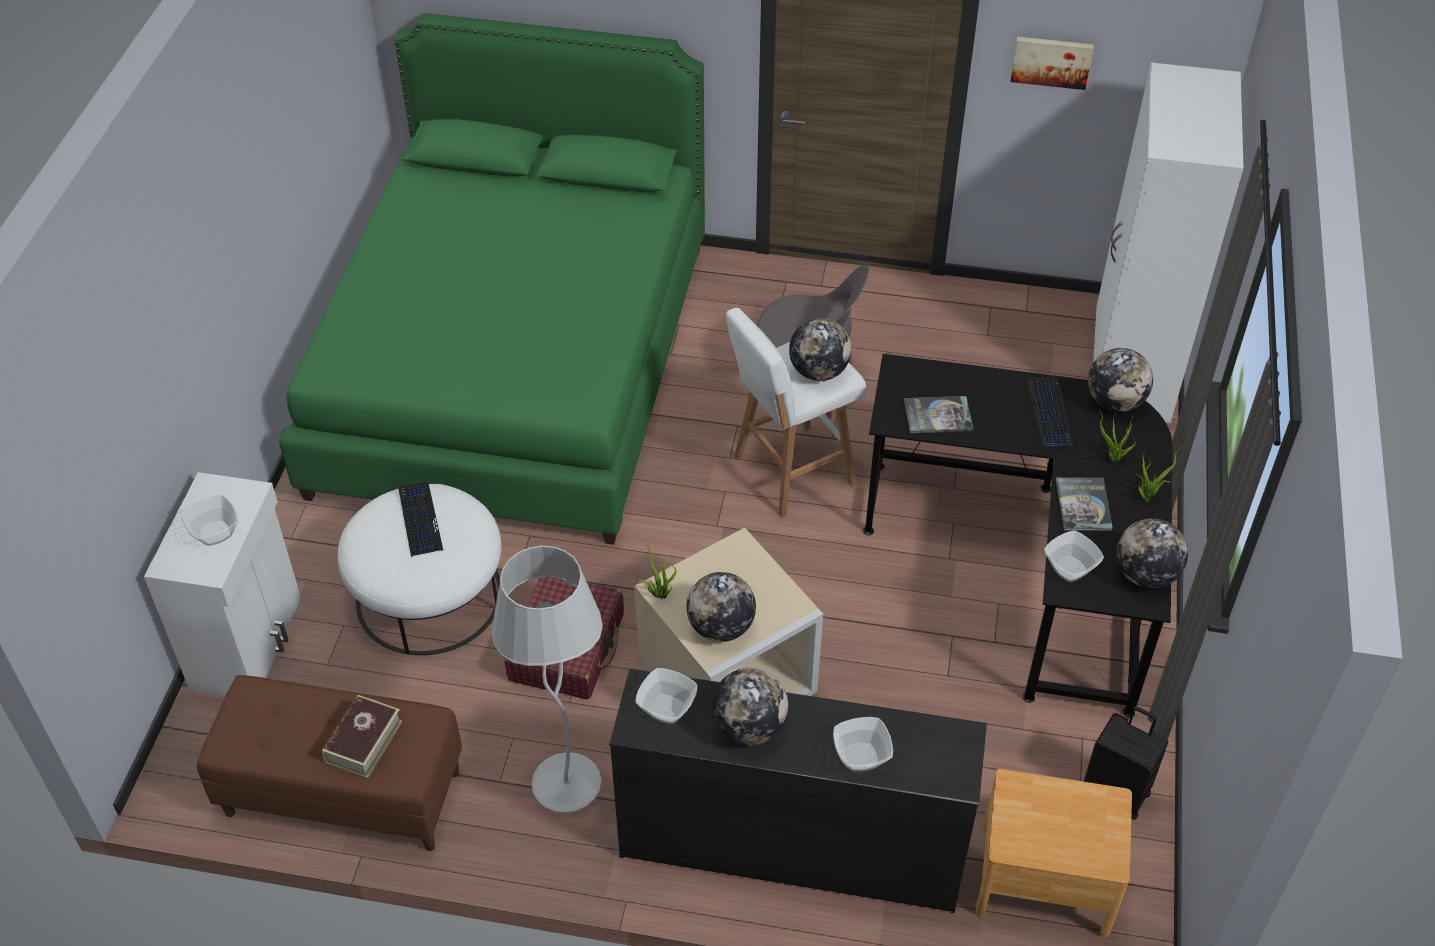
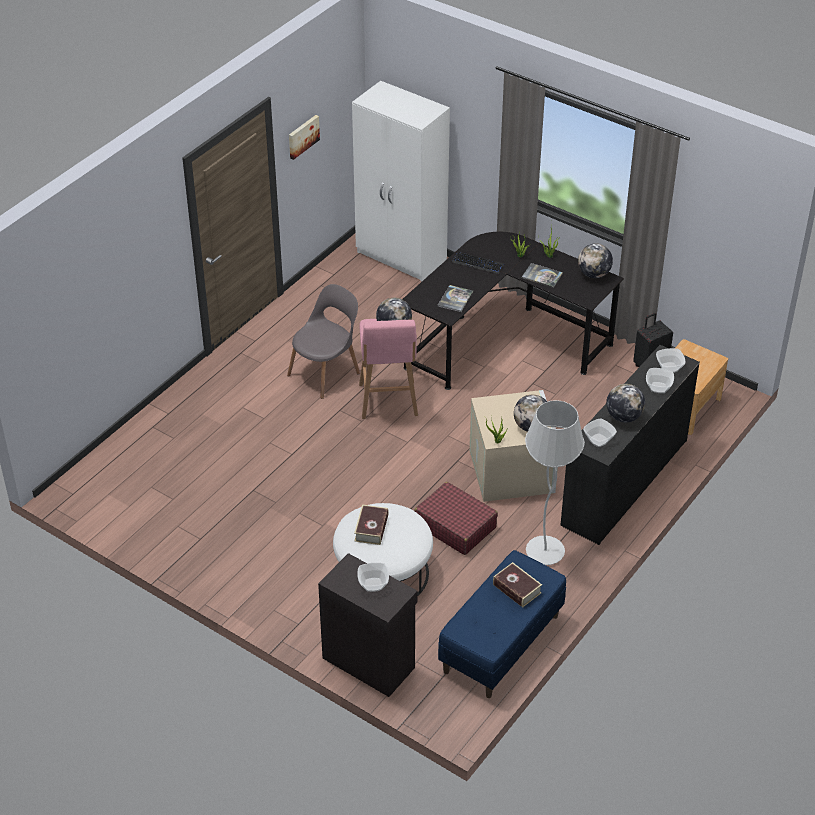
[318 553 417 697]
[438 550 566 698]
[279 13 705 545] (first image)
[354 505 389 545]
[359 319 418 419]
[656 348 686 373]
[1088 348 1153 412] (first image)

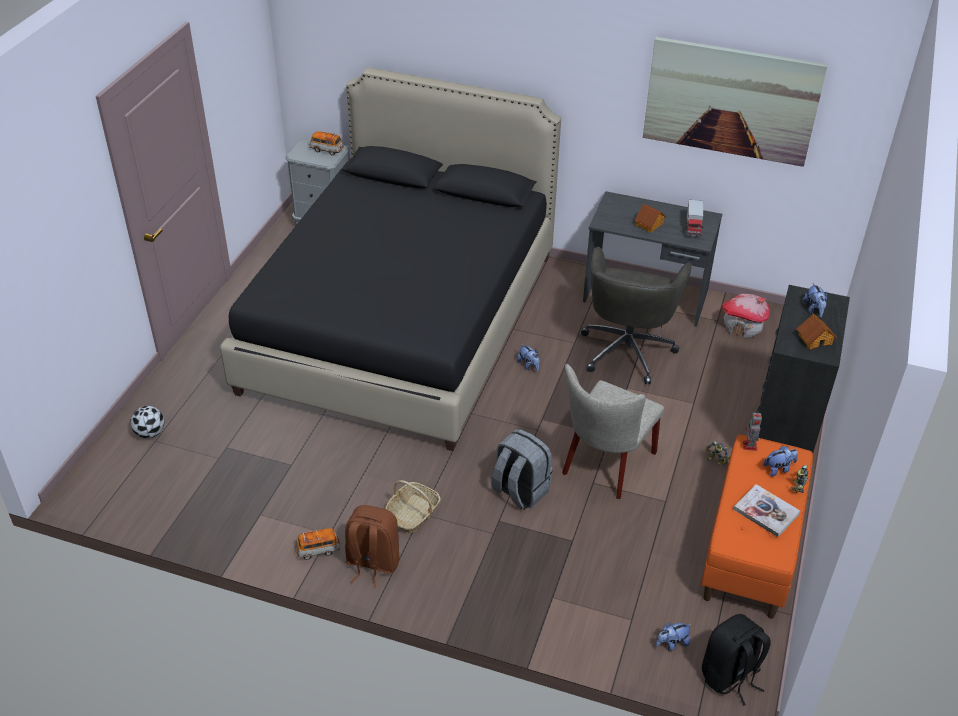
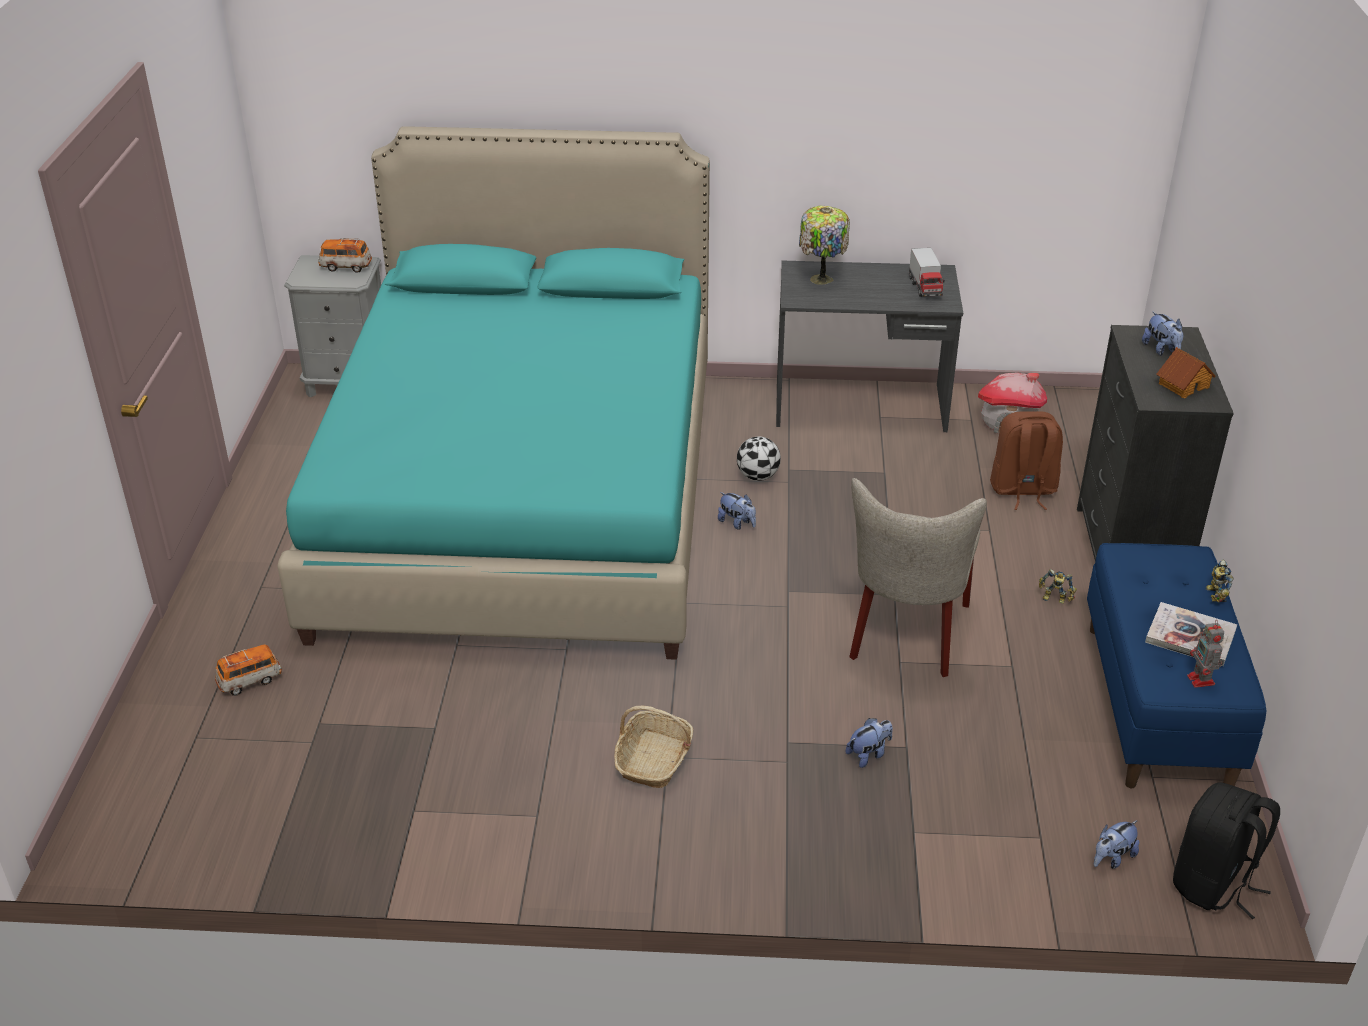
[737 436 781 481]
[277 126 710 660]
[215 644 282 696]
[990 411 1063 510]
[491 429 552 510] (first image)
[581 247 692 384] (first image)
[634 203 666 233] (first image)
[643 37 828 167] (first image)
[1087 543 1266 788]
[1187 620 1224 688]
[846 718 893 768]
[799 206 850 285]

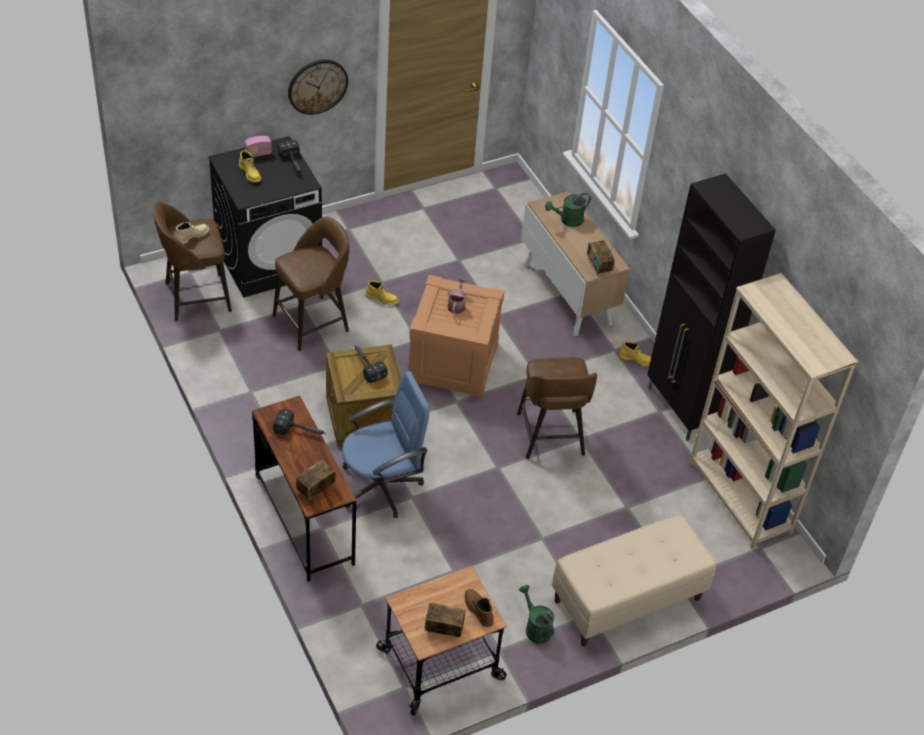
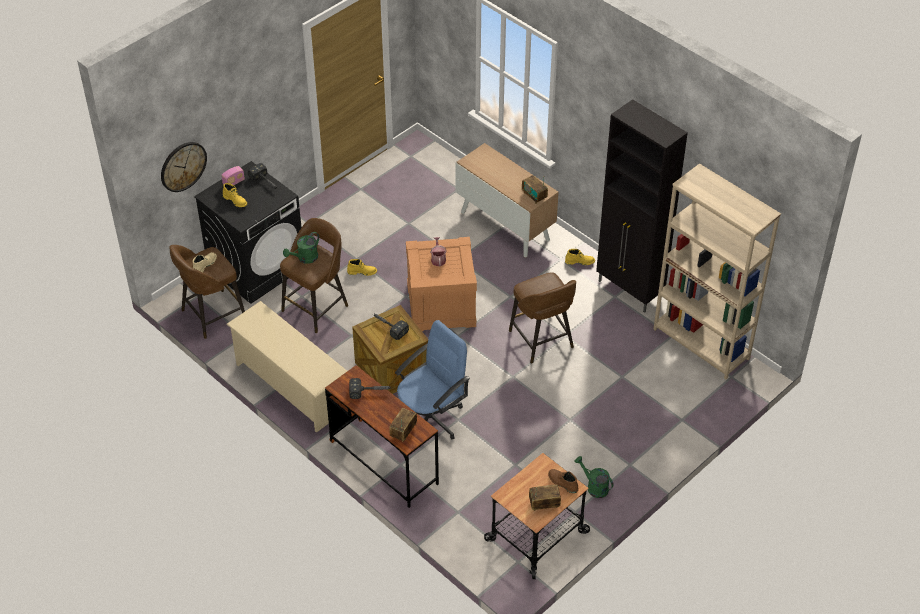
[161 142 207 192]
[283 232 319 264]
[552 514 716 646] (first image)
[227 301 347 433]

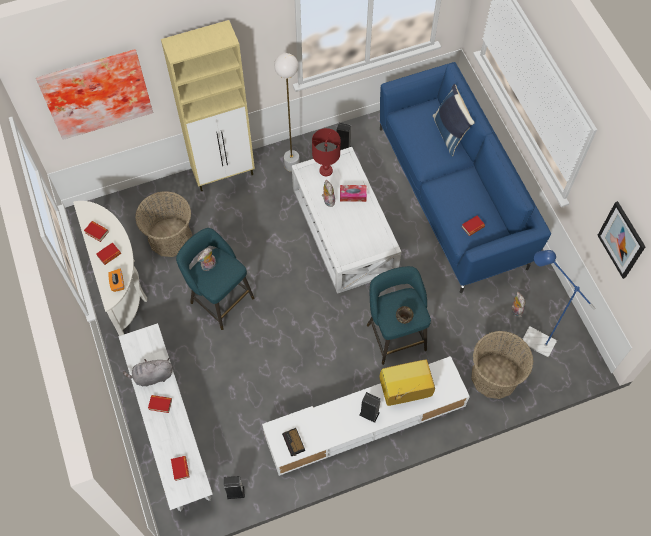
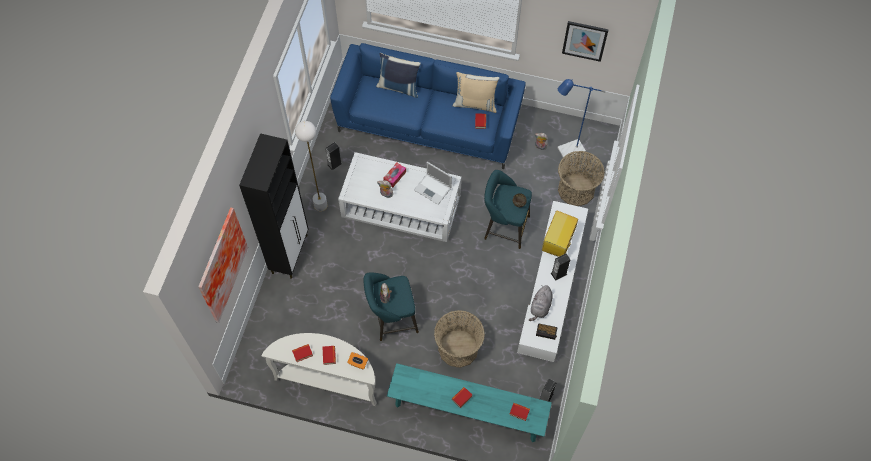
[387 363 552 442]
[529 285 553 321]
[434 310 485 368]
[239 133 308 279]
[312 128 341 176] (first image)
[414 162 452 205]
[453 72 499 113]

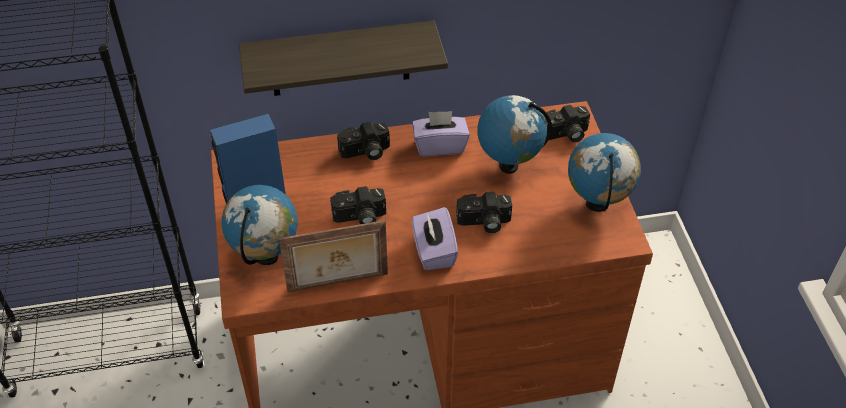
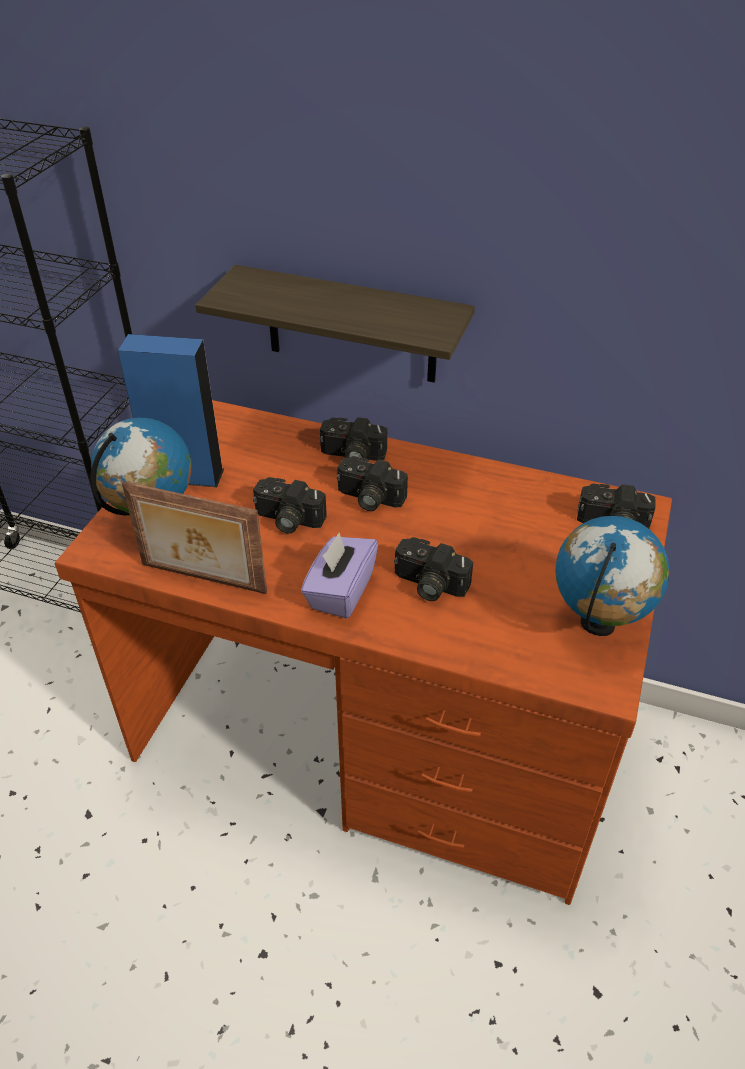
[412 111 470 156] (first image)
[477 95 552 174] (first image)
[337 456 408 511]

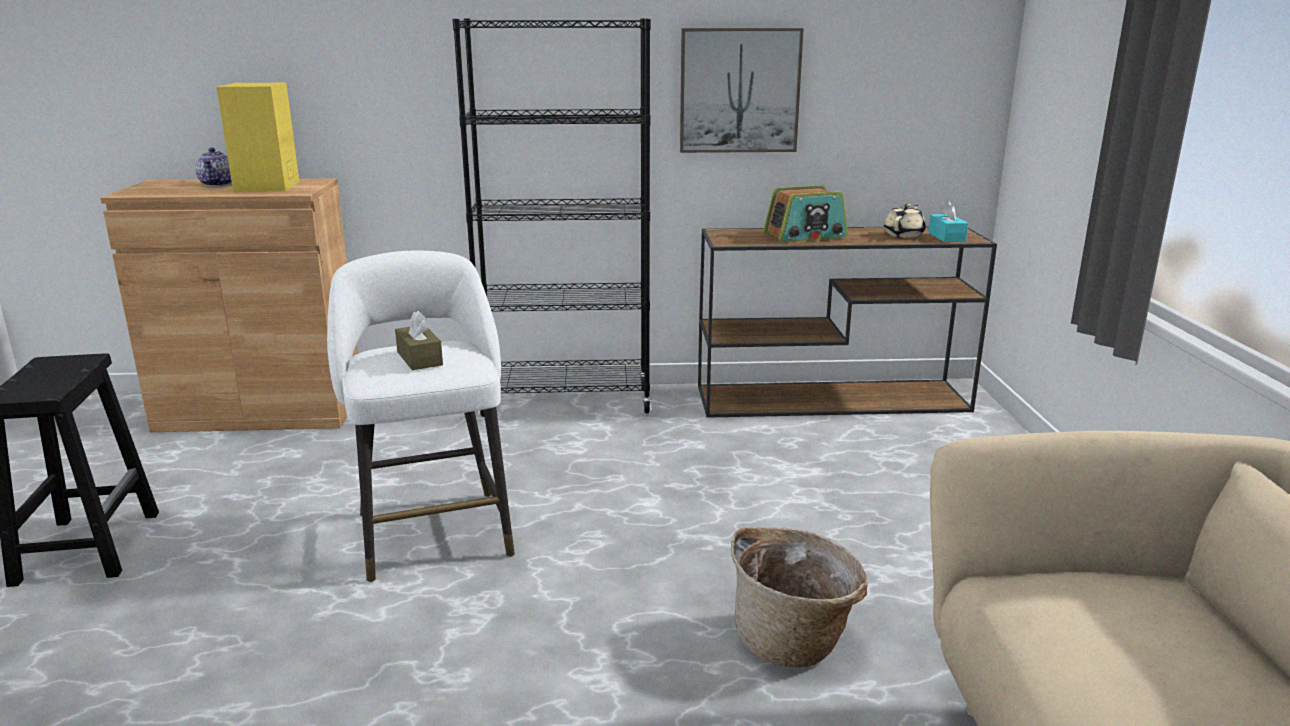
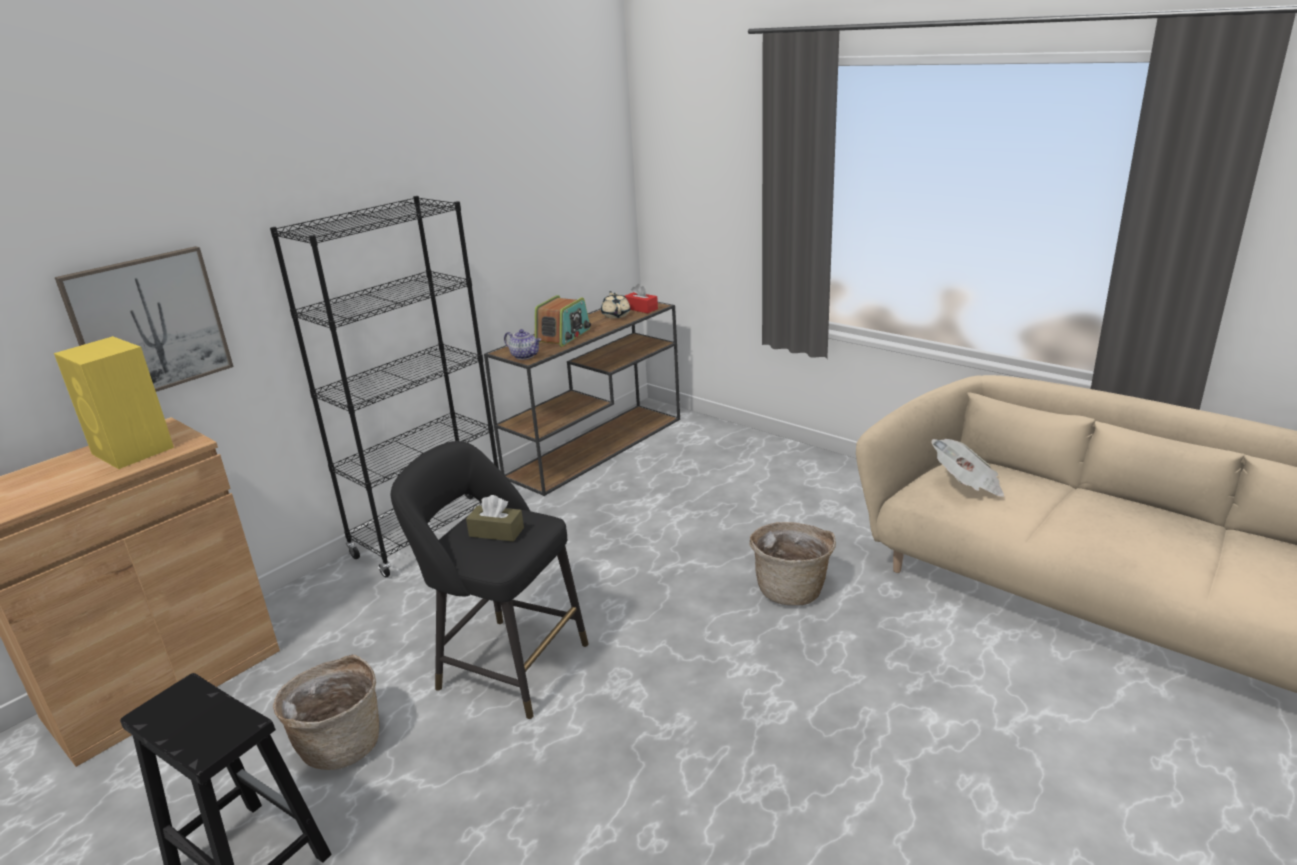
[504 329 541 360]
[391 441 589 719]
[55 246 233 392]
[625 284 658 313]
[273 655 379 770]
[931 439 1004 497]

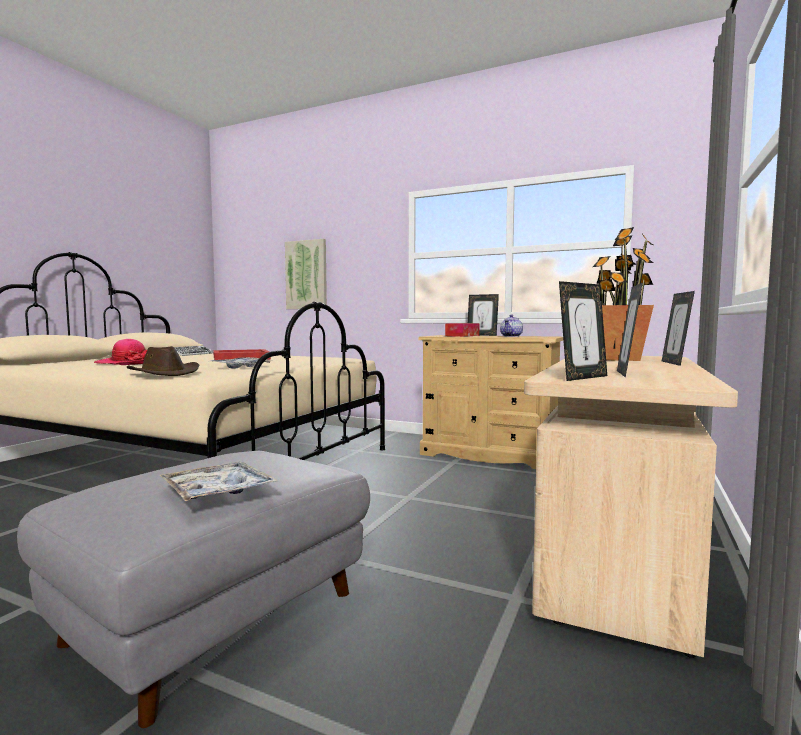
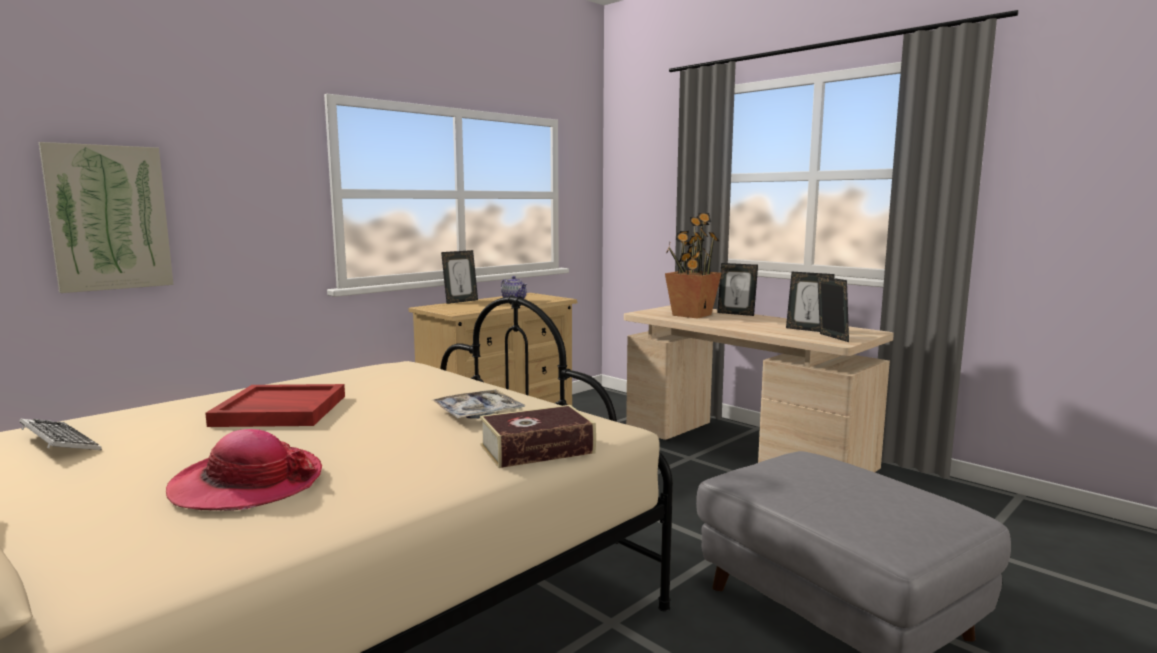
[480 405 596 468]
[159 462 279 501] (first image)
[445 323 479 337] (first image)

